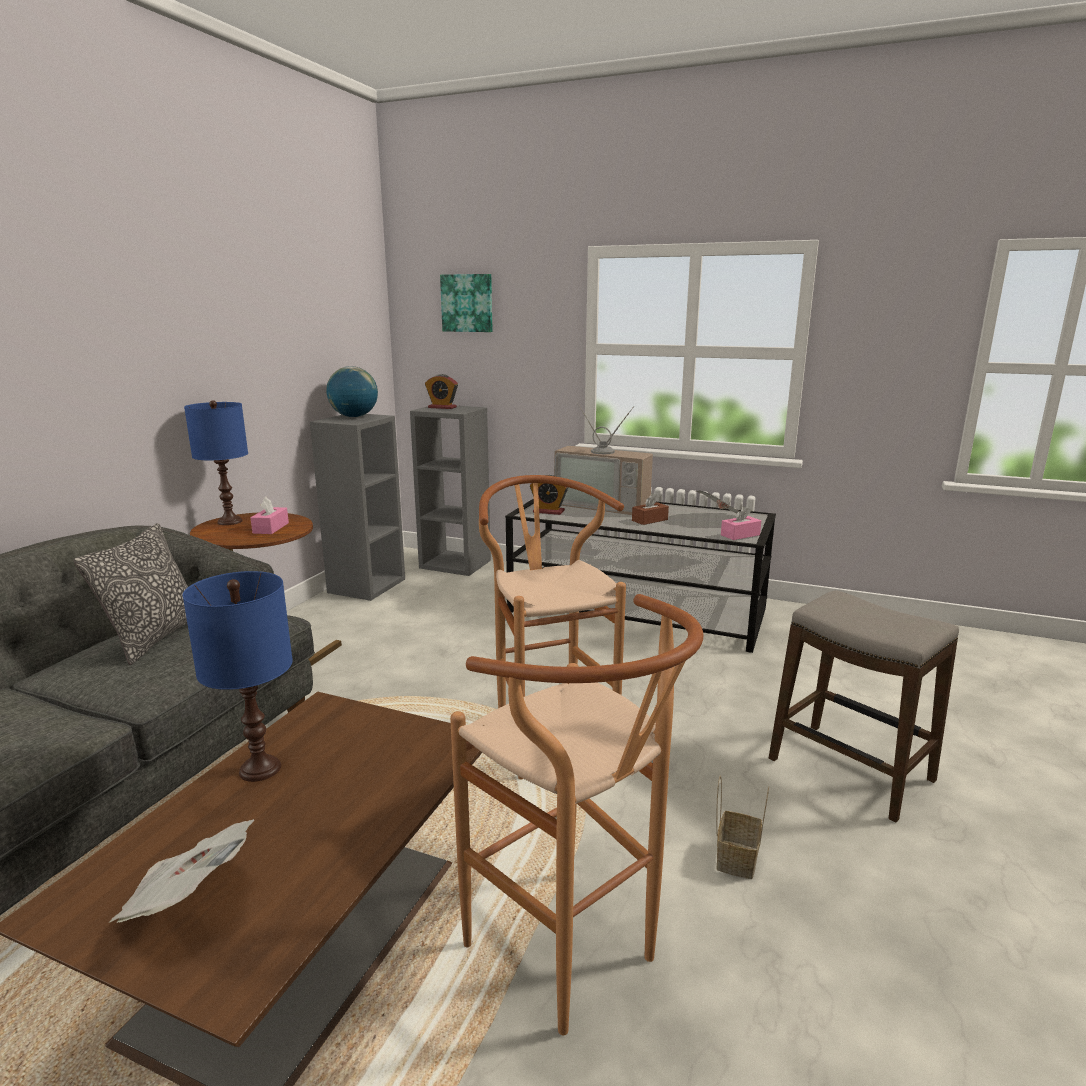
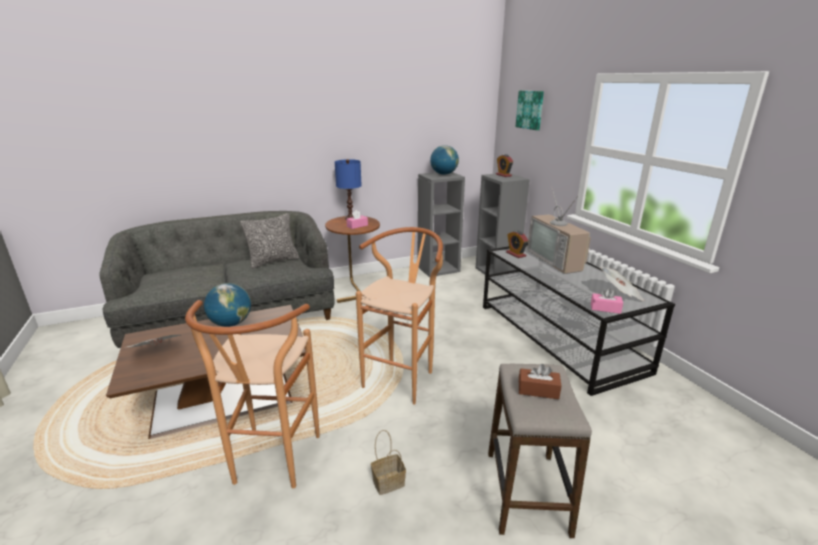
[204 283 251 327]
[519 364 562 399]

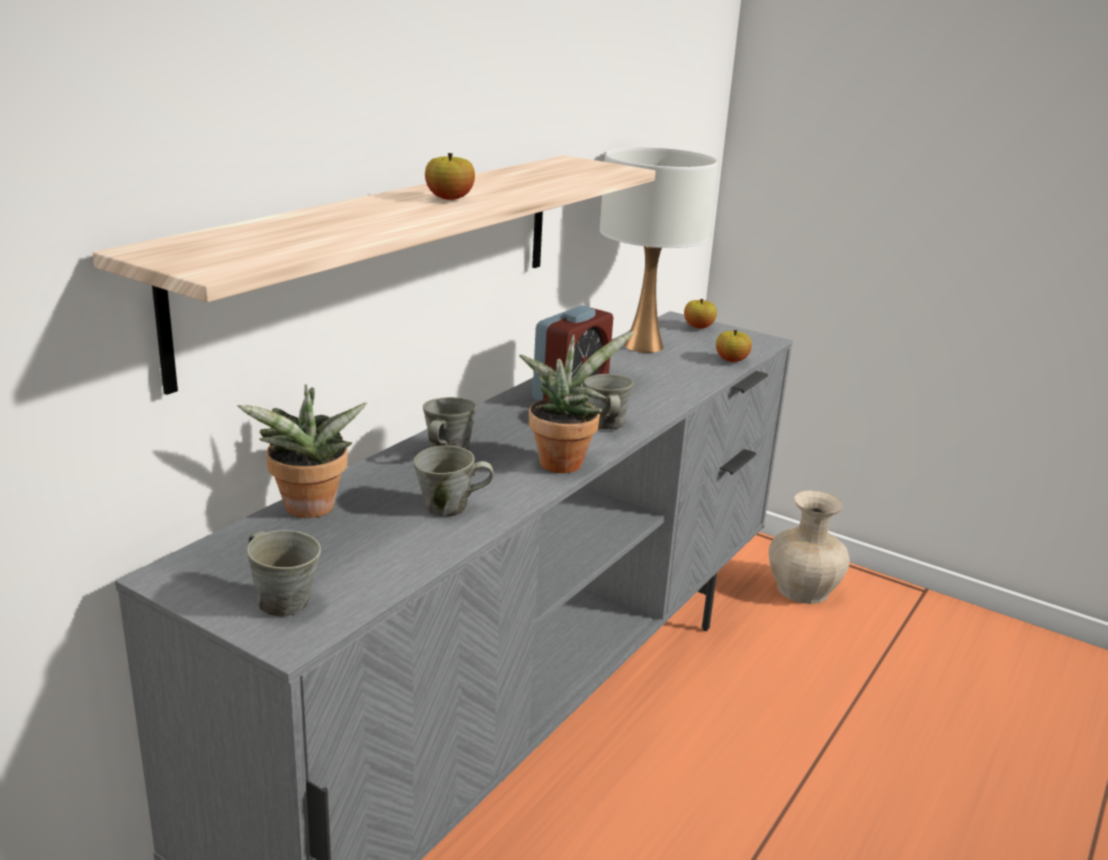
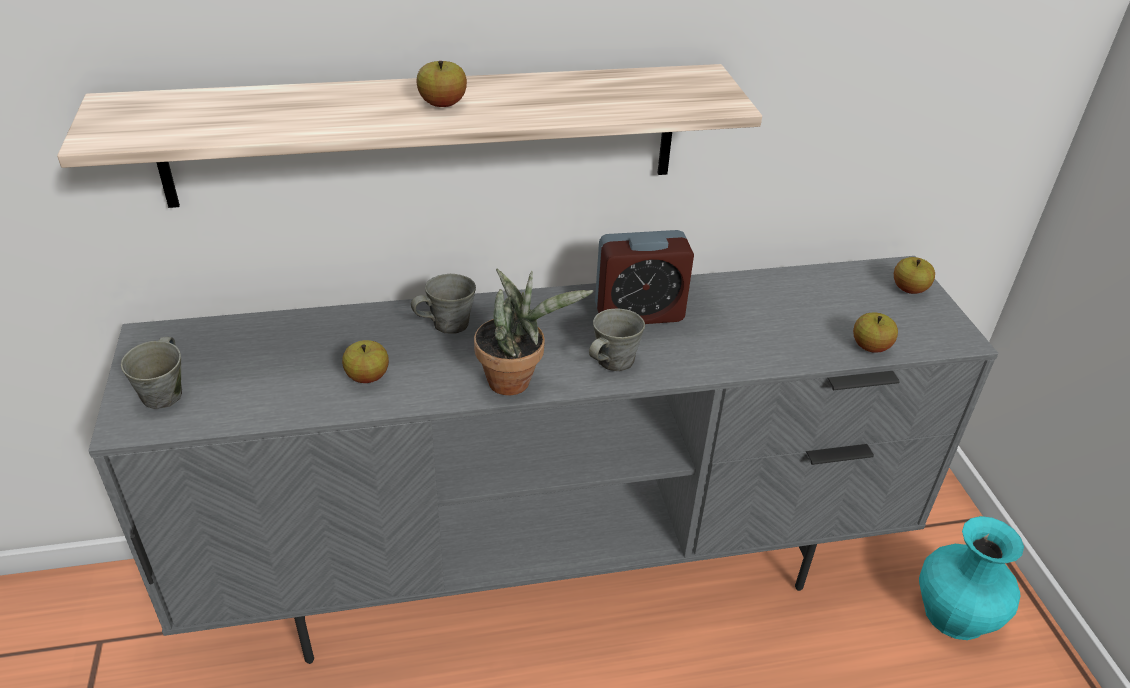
[237 384 367 518] (first image)
[342 340 389 383]
[600 147 718 353] (first image)
[919 516 1024 640]

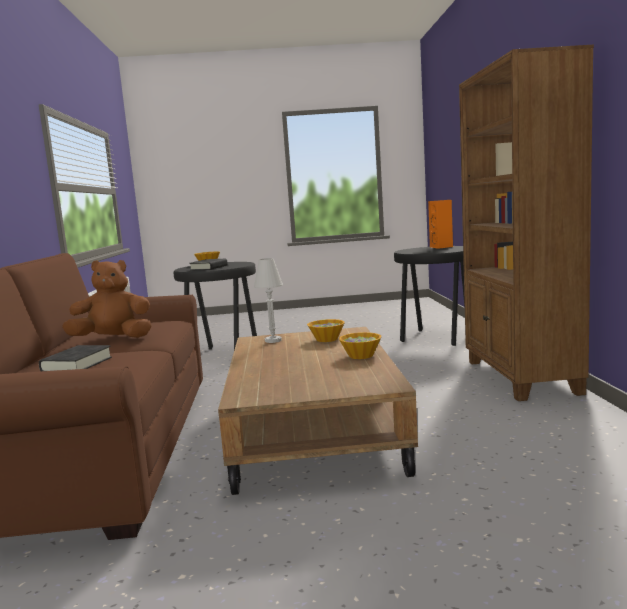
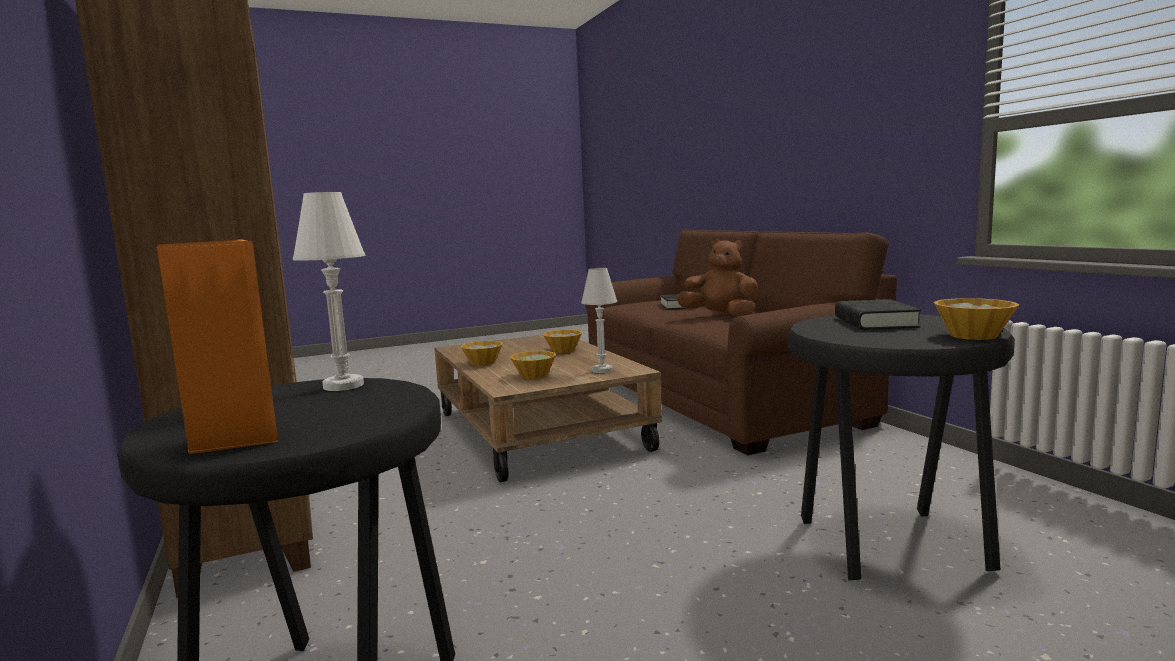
[677 239 758 316]
[293 192 366 391]
[543 330 582 353]

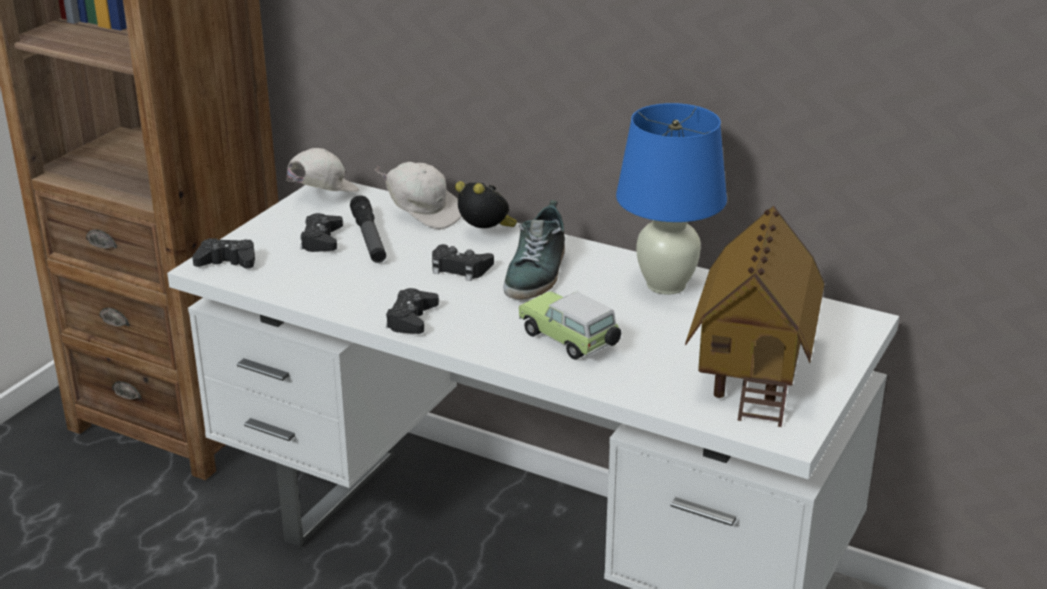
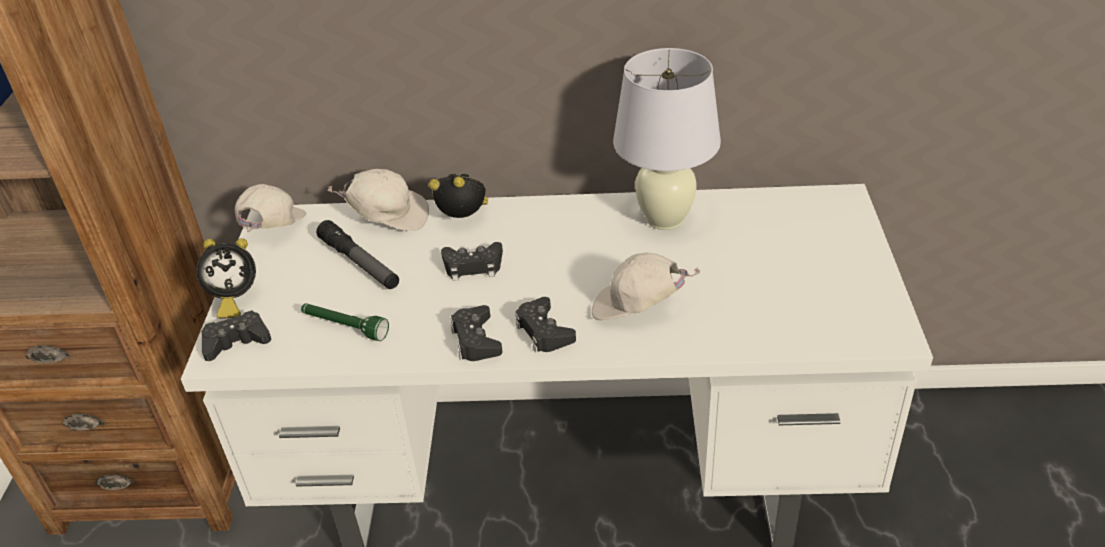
[515 297 576 353]
[503 200 565 299] (first image)
[592 253 700 320]
[613 48 721 230]
[685 206 824 427] (first image)
[196 238 256 319]
[301 303 389 341]

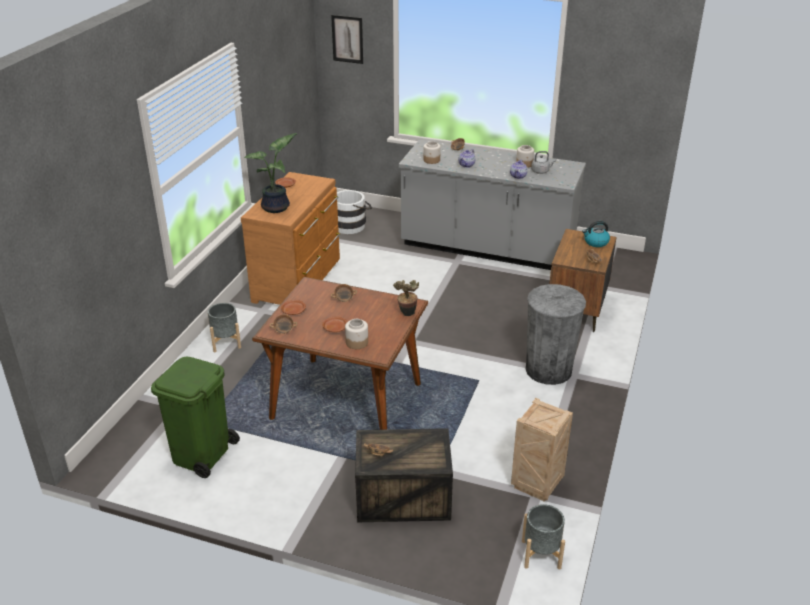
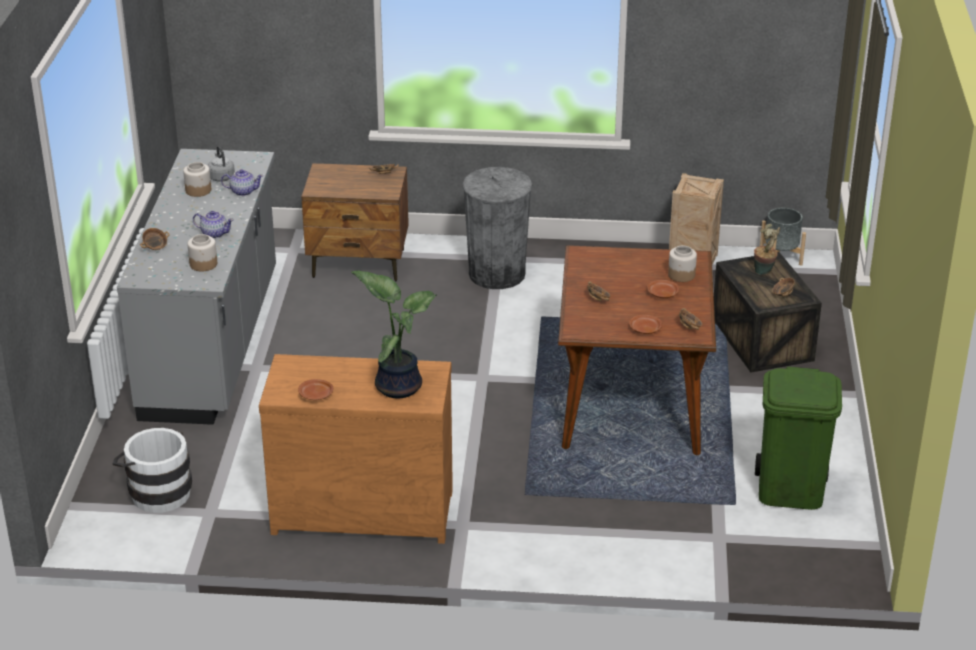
[208 303 241 352] (first image)
[331 15 363 64] (first image)
[754 224 780 275]
[582 221 610 247] (first image)

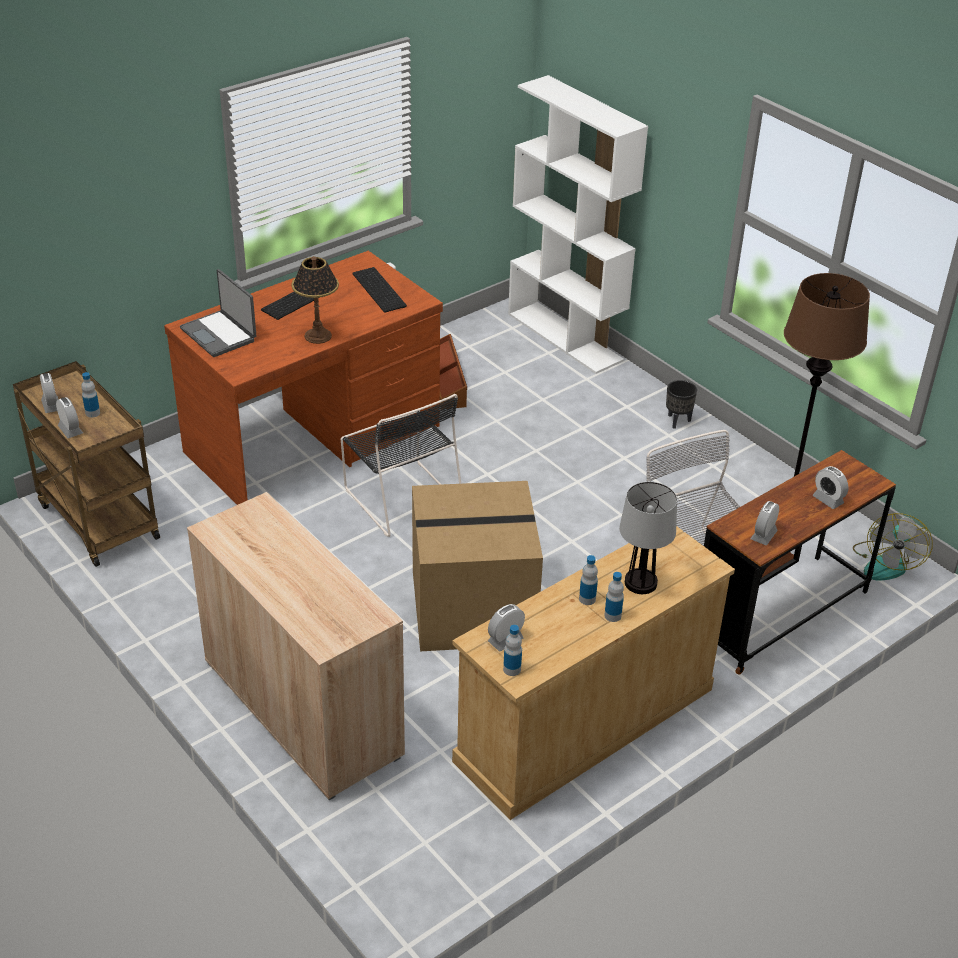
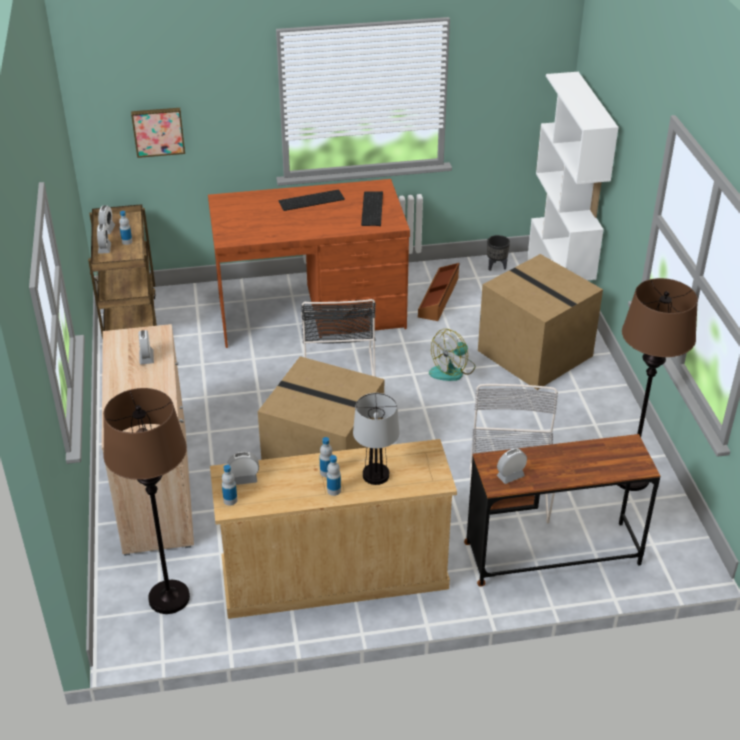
[180 269 256 357] (first image)
[291 256 339 344] (first image)
[487 235 510 271]
[139 330 154 365]
[429 329 476 381]
[103 388 190 614]
[131 108 185 158]
[478 254 603 390]

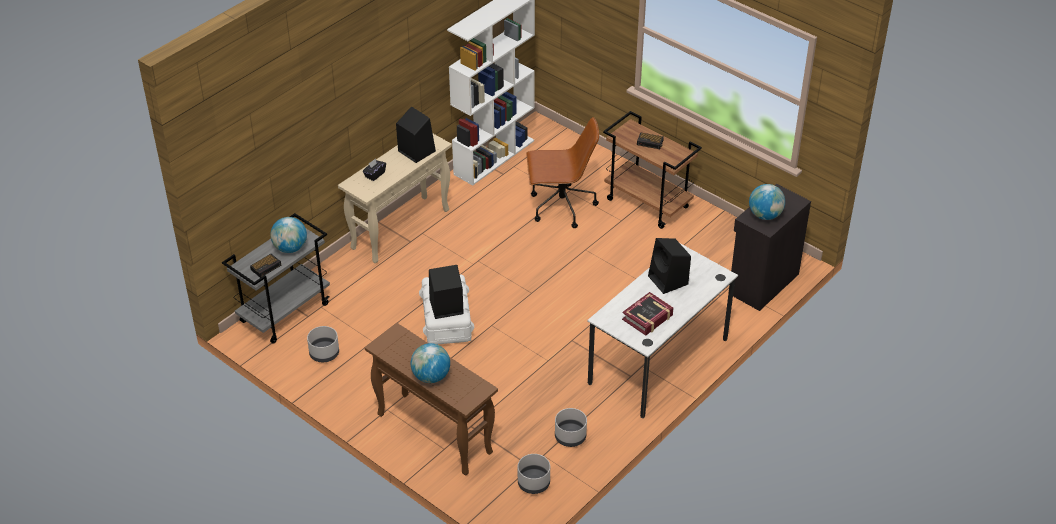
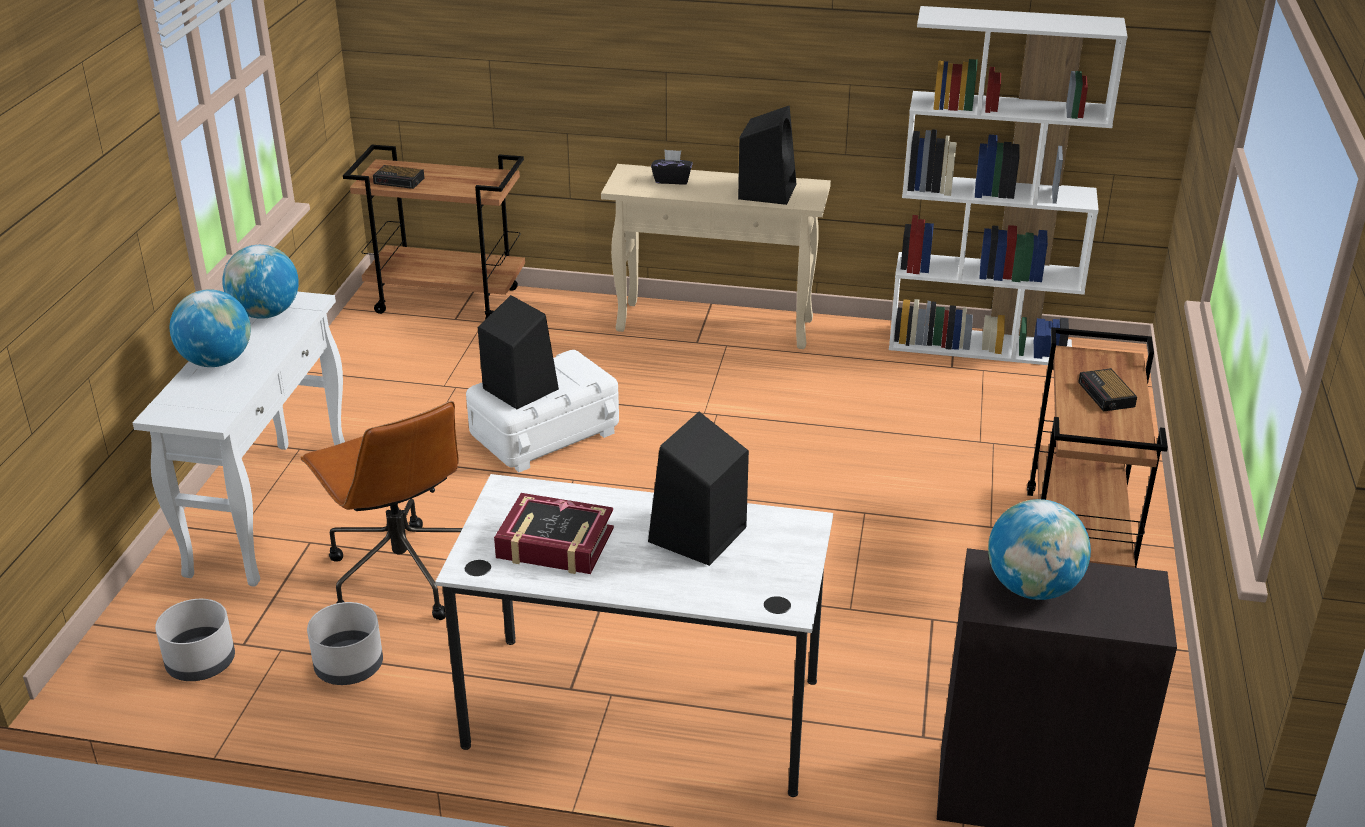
[343 145 525 320]
[222 245 299 319]
[307 326 339 362] (first image)
[132 292 345 587]
[301 401 463 620]

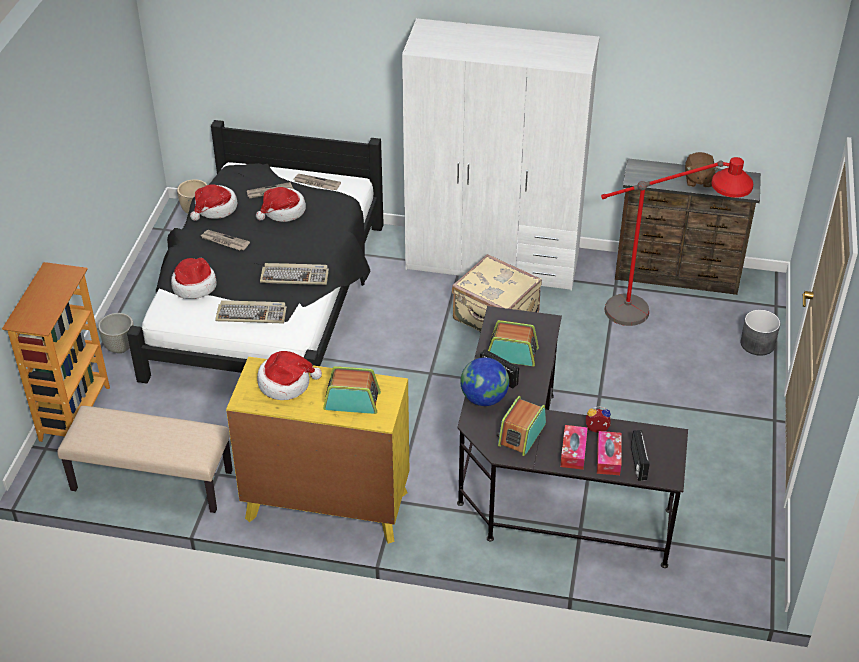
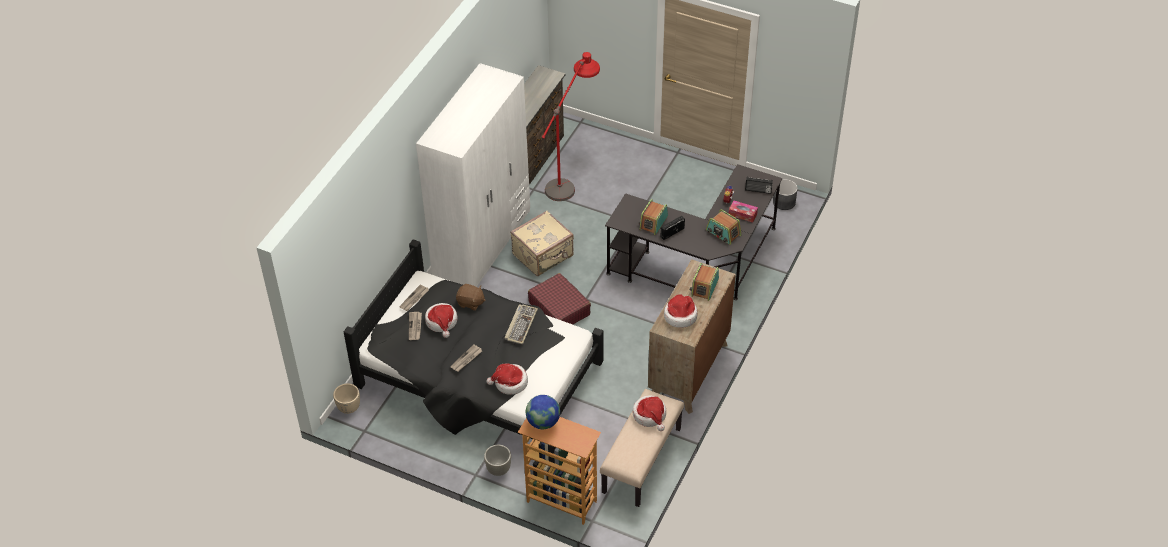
[632 395 666 431]
[215 300 287 324] (first image)
[648 259 736 414]
[526 395 560 429]
[597 431 622 475] (first image)
[456 284 486 311]
[773 179 798 210]
[528 273 591 324]

